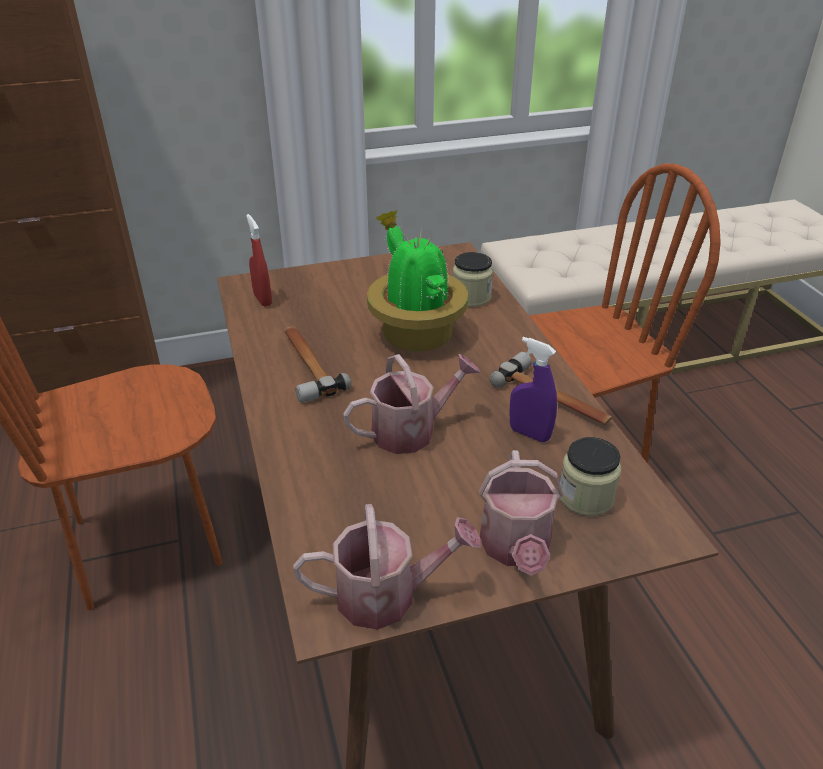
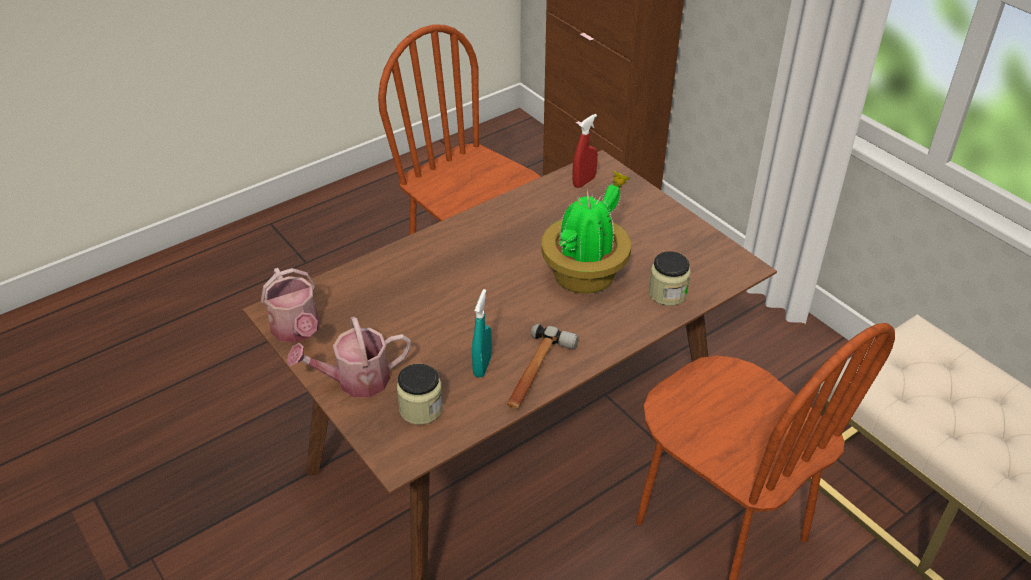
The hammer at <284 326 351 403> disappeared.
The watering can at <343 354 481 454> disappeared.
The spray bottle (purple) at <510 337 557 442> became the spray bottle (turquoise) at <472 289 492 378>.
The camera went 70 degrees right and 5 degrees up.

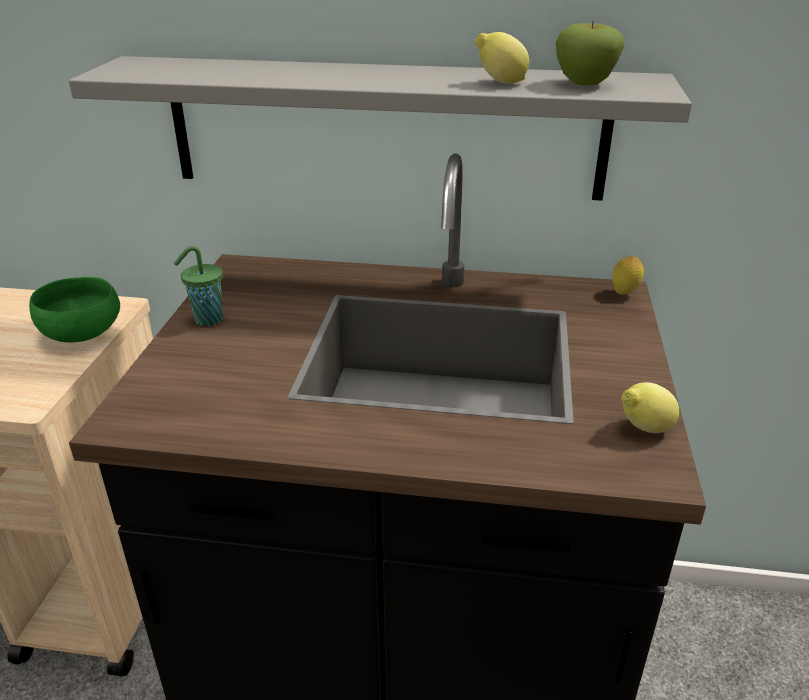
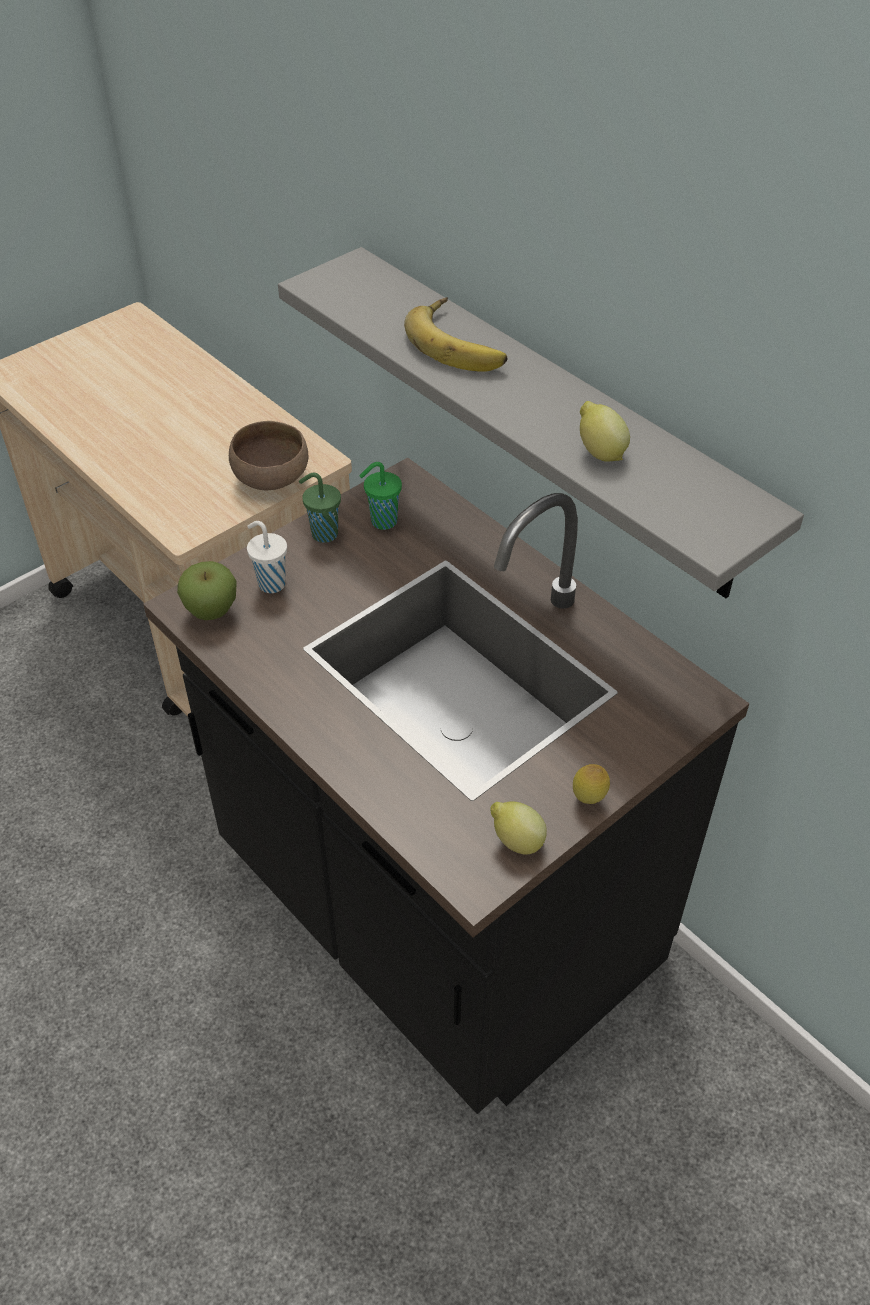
The bowl (green) at <29 277 120 342> became the bowl (brown) at <229 421 308 491>.
The apple moved from <555 20 625 86> to <177 561 237 620>.
The lemon moved from <612 255 644 295> to <573 764 610 804>.
The cup (white) at <247 521 287 593> appeared.
The cup (green) at <359 462 402 530> appeared.
The banana at <404 297 507 372> appeared.
The camera went 40 degrees right and 15 degrees up.

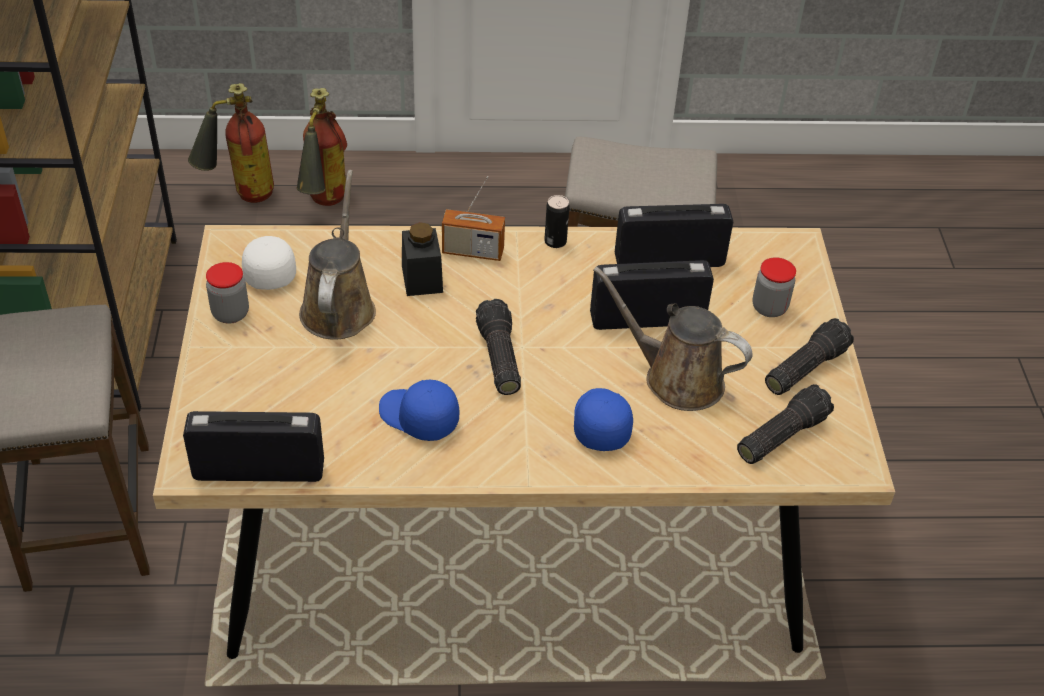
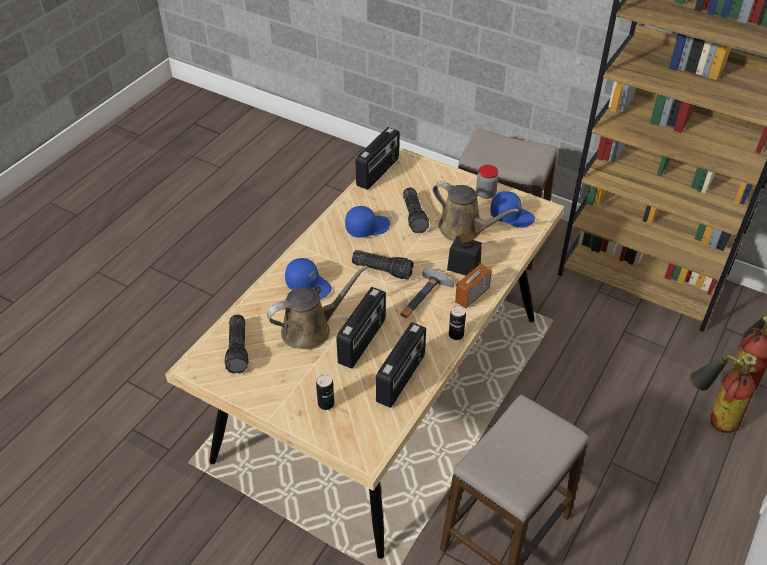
The cap (white) at <242 236 296 290> became the cap (blue) at <490 191 535 228>.
The jar at <752 257 796 317> was replaced by the can at <316 374 334 410>.
The flashlight moved from <765 318 854 395> to <403 187 429 233>.
The hammer at <400 267 454 318> appeared.
The camera went 125 degrees right and 0 degrees up.

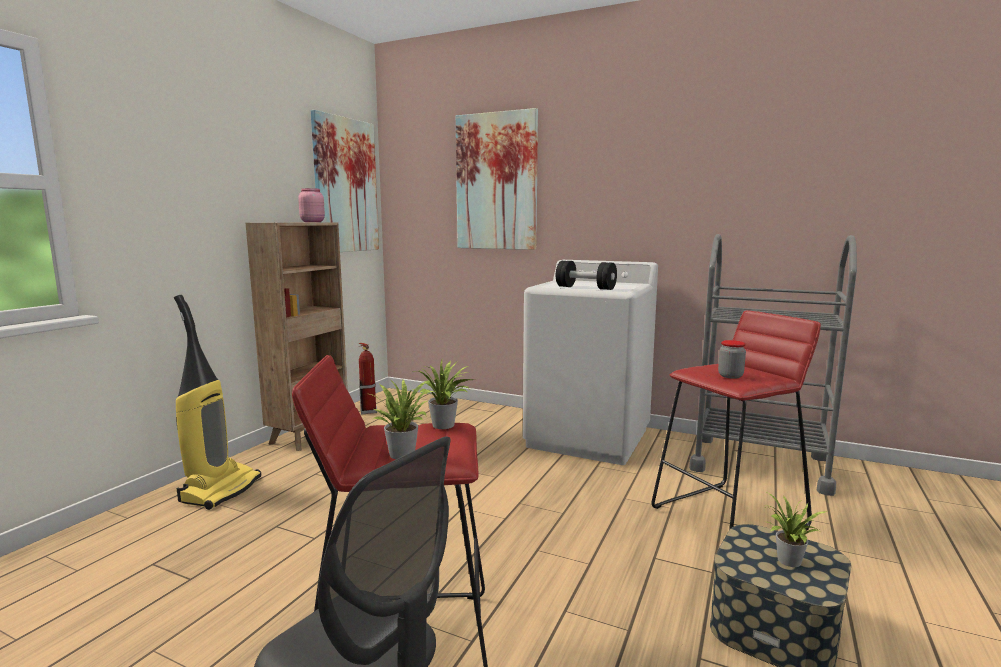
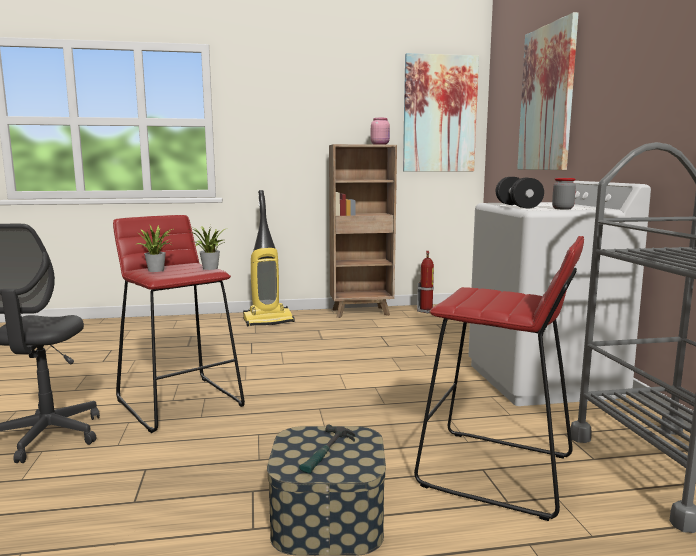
The jar moved from <718 340 746 379> to <552 178 576 209>.
The potted plant at <763 492 826 567> was replaced by the hammer at <299 424 355 473>.
The camera went 55 degrees right and 0 degrees up.

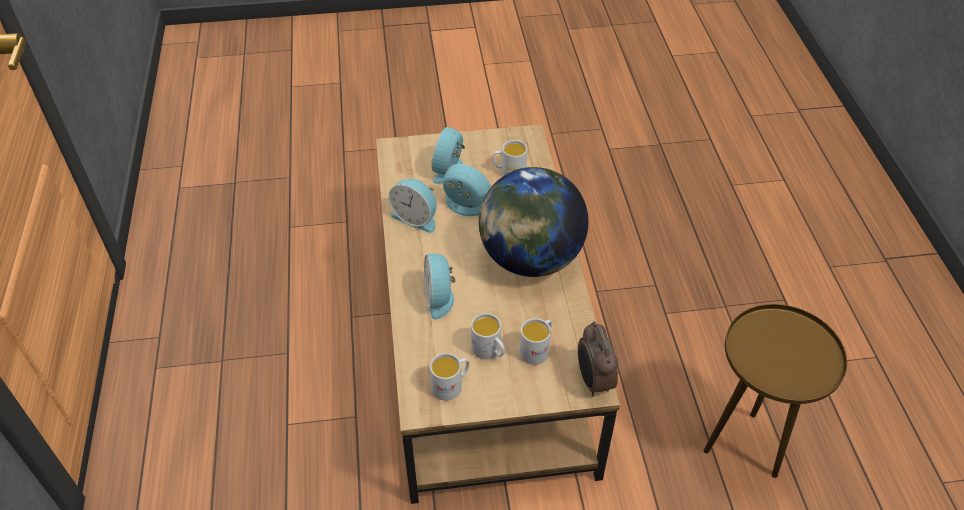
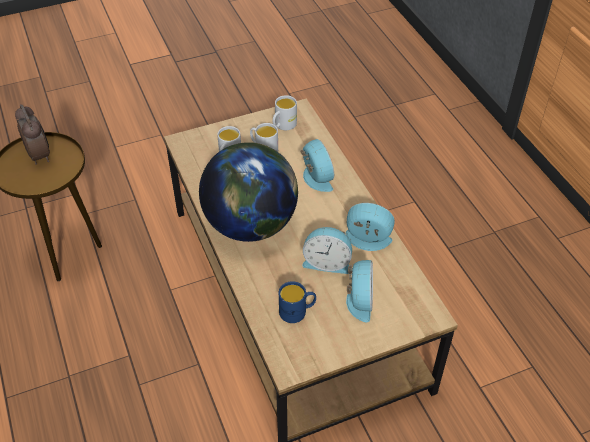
The mug (white) at <492 140 527 176> became the mug (blue) at <279 281 316 323>.
The alarm clock moved from <578 321 618 397> to <15 104 50 165>.
The camera went 165 degrees right and 0 degrees up.

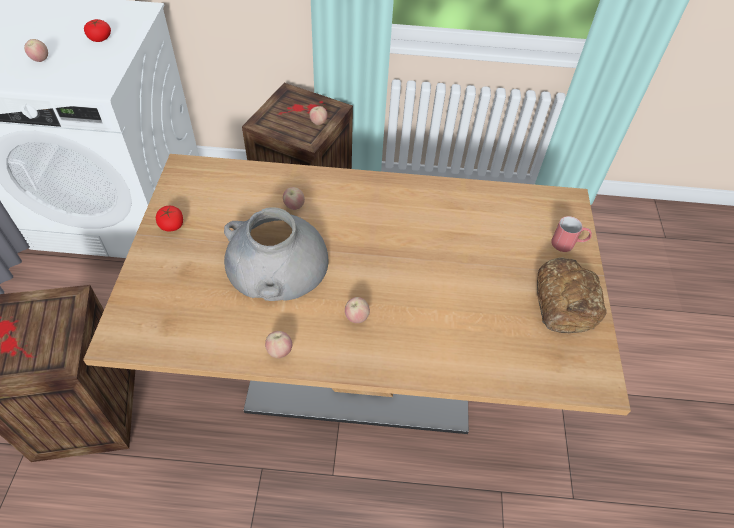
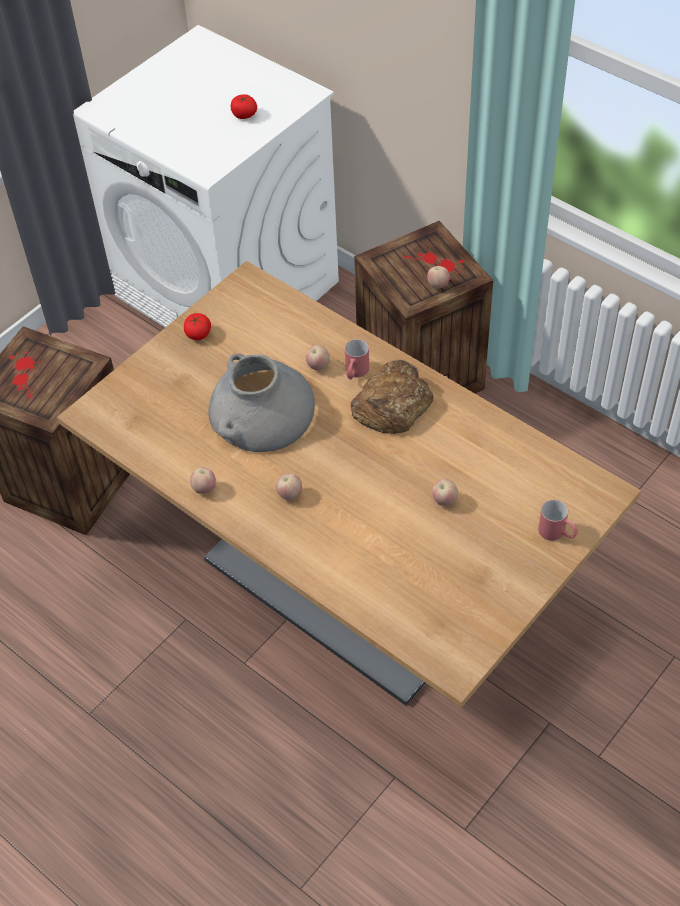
The apple moved from <24 39 48 62> to <432 479 458 506>.
The bread moved from <537 257 607 333> to <351 360 433 434>.
The mug (red) at <345 339 369 379> appeared.
The camera went 40 degrees right and 0 degrees up.

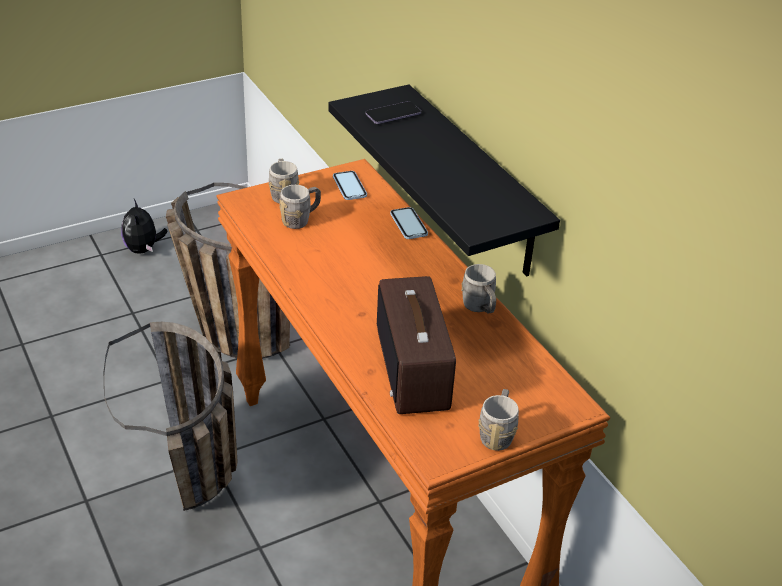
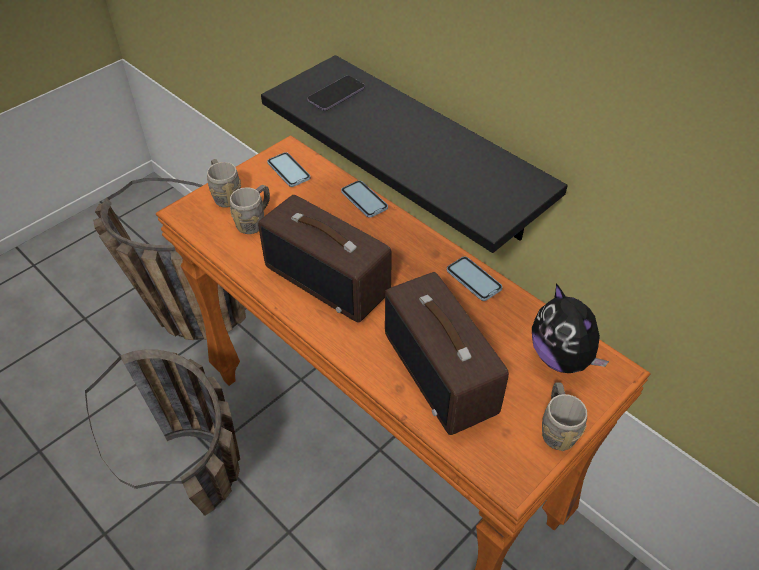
The plush toy moved from <121 199 167 254> to <532 283 609 373>.
The mug (grey) at <461 264 496 313> was replaced by the phone at <447 256 502 301>.
The radio at <258 195 392 323> appeared.
The camera went 15 degrees left and 10 degrees up.

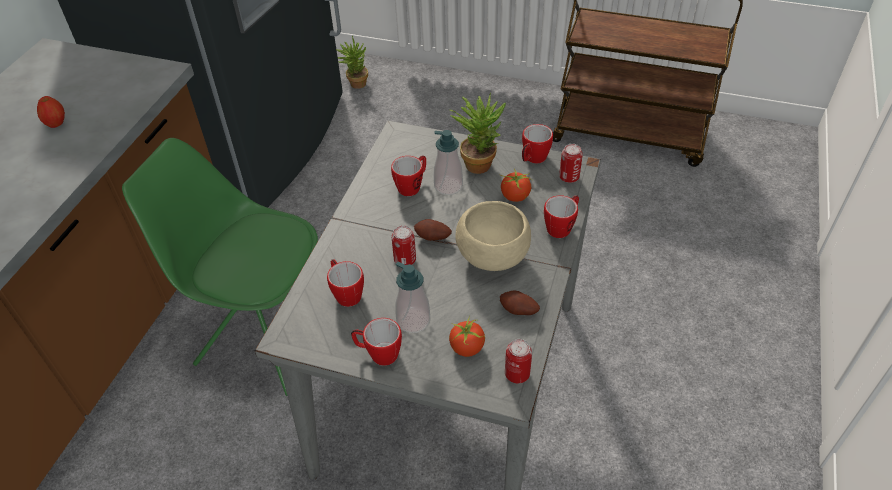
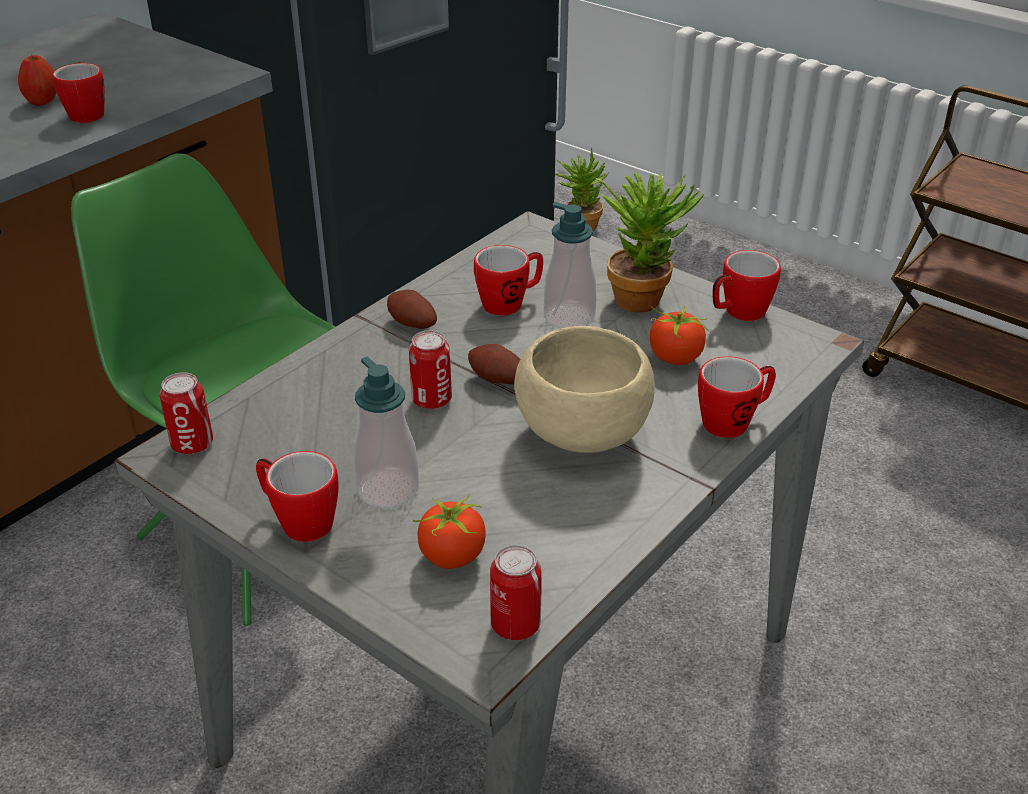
The mug moved from <327 259 364 307> to <52 62 105 123>.
The potato moved from <500 291 540 315> to <387 290 437 329>.
The can moved from <559 144 583 183> to <160 372 213 454>.
The camera went 20 degrees right and 10 degrees down.

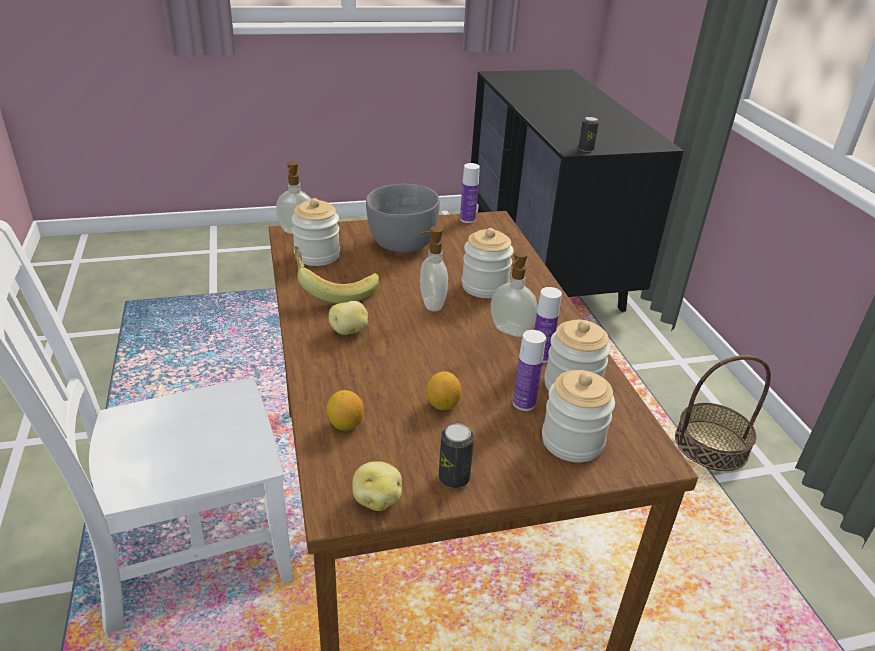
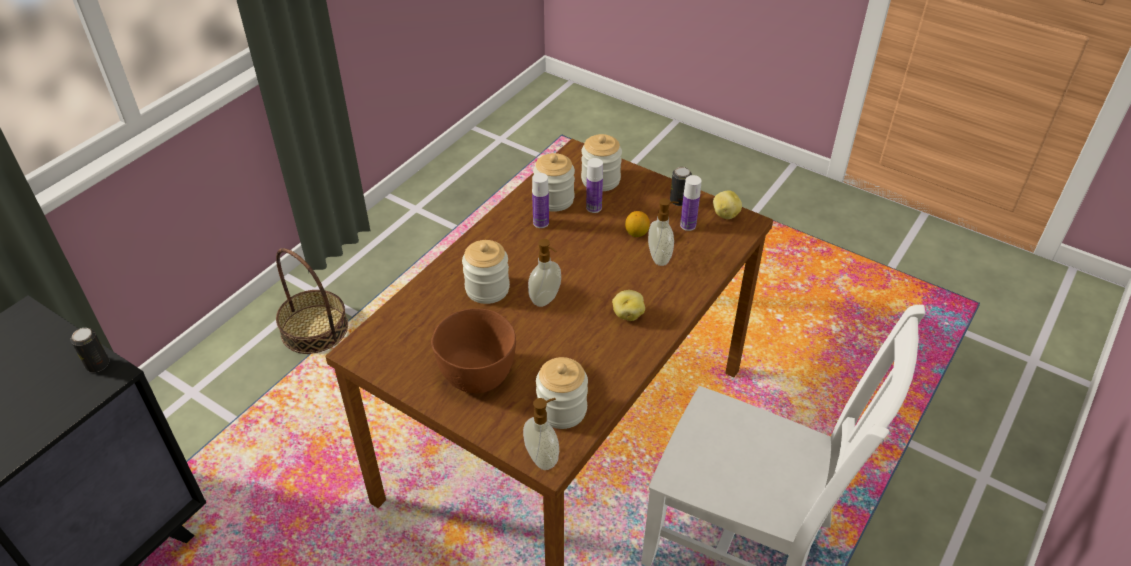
The banana at <294 246 379 303> disappeared.
The lemon at <327 390 364 430> disappeared.
The bowl (grey) at <366 184 440 253> became the bowl (brown) at <431 308 516 393>.
The bottle moved from <460 163 480 223> to <680 175 702 231>.
The soap dispenser moved from <491 251 538 337> to <648 198 679 266>.
The camera went 130 degrees left and 10 degrees up.

